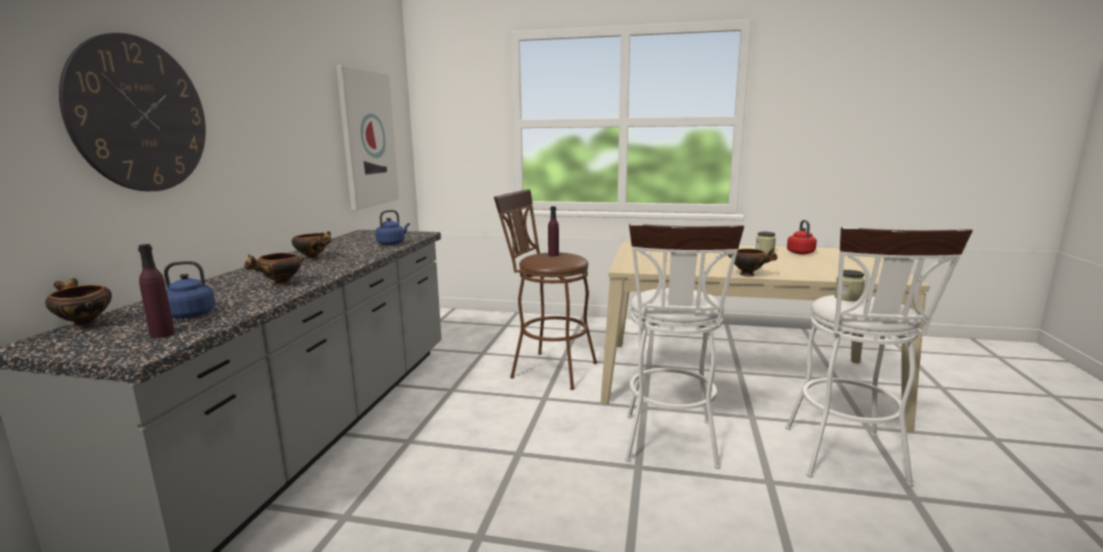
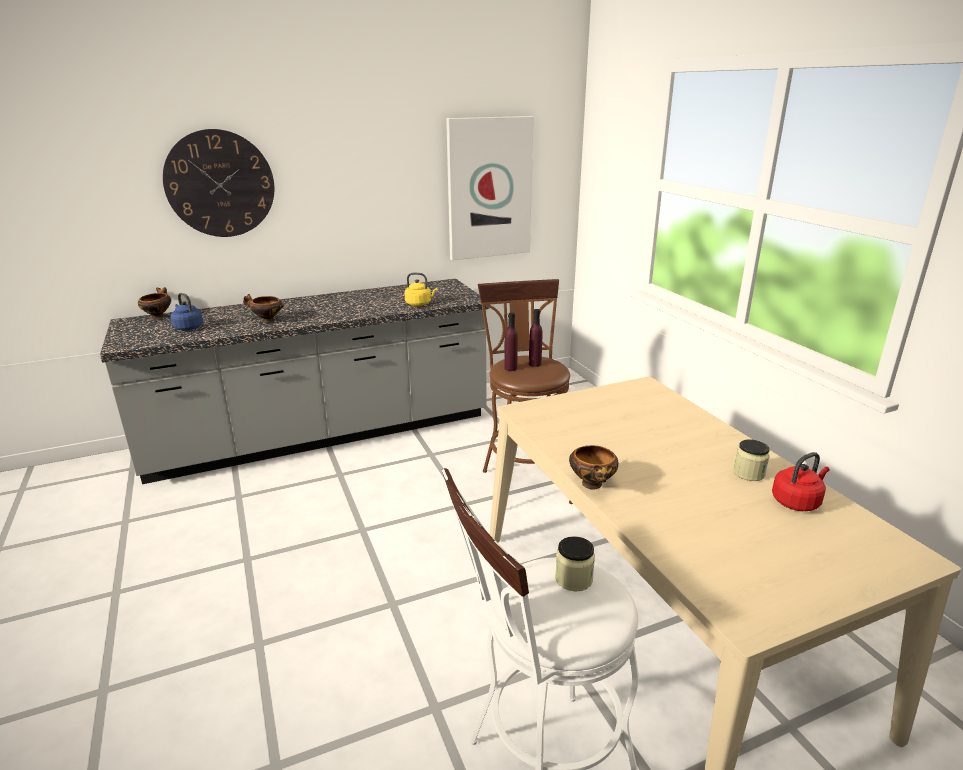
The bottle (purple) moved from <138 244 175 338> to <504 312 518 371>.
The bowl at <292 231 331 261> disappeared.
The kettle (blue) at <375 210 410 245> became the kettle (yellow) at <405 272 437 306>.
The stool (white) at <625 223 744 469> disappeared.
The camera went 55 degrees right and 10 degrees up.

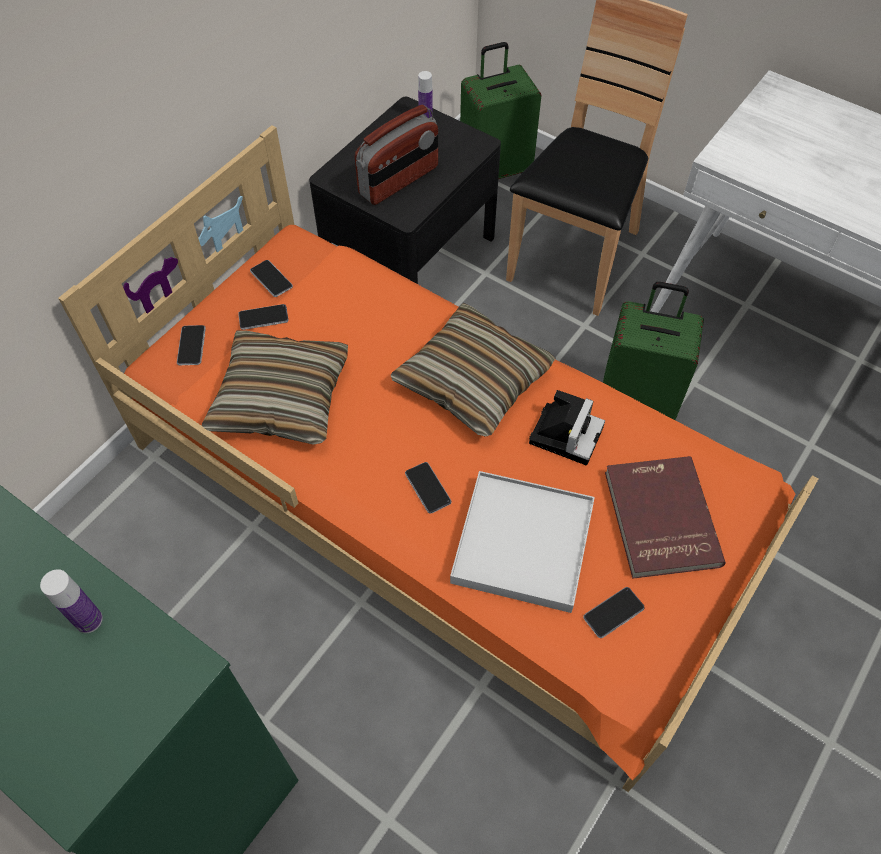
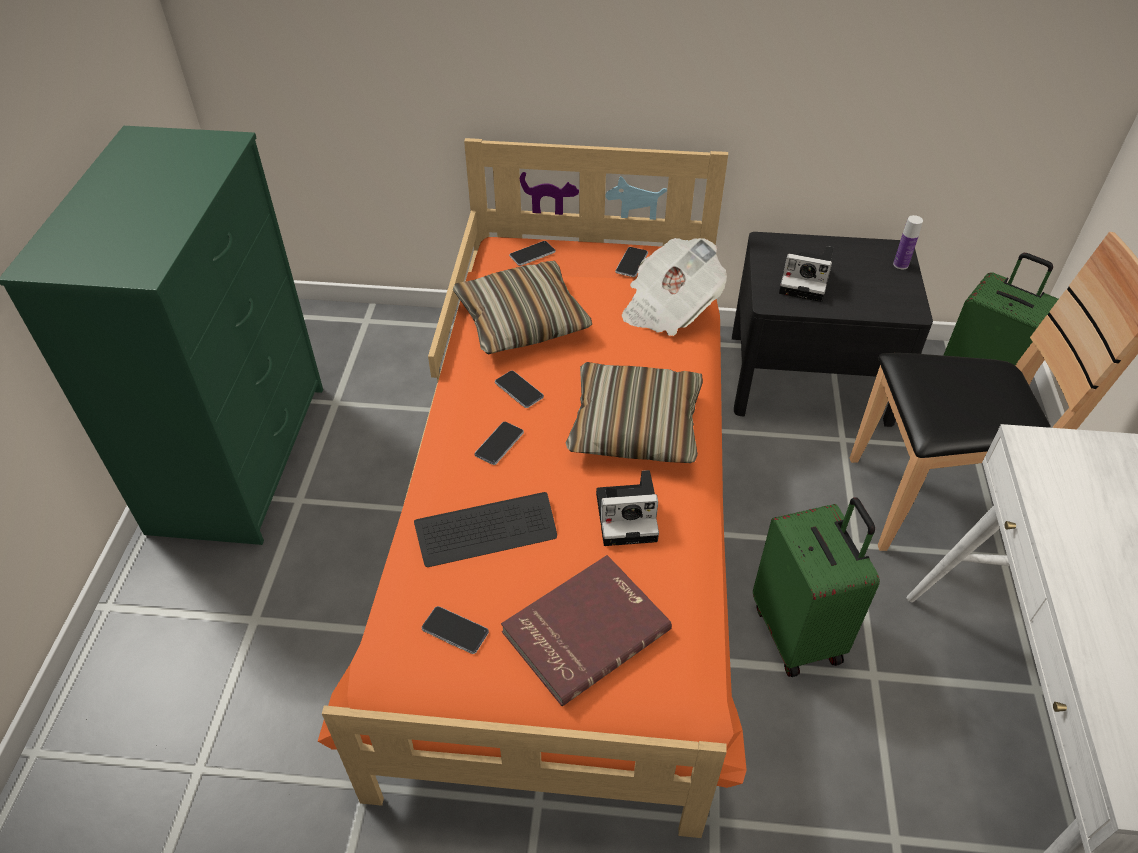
The bottle at <40 569 103 633> disappeared.
The phone moved from <238 304 289 330> to <495 371 544 408>.
The radio at <355 105 438 205> was replaced by the photo camera at <779 246 833 302>.
The tray (white) at <450 471 595 613> was replaced by the keyboard at <414 492 557 567>.
The newspaper at <622 238 727 336> appeared.
The camera went 60 degrees right and 10 degrees down.

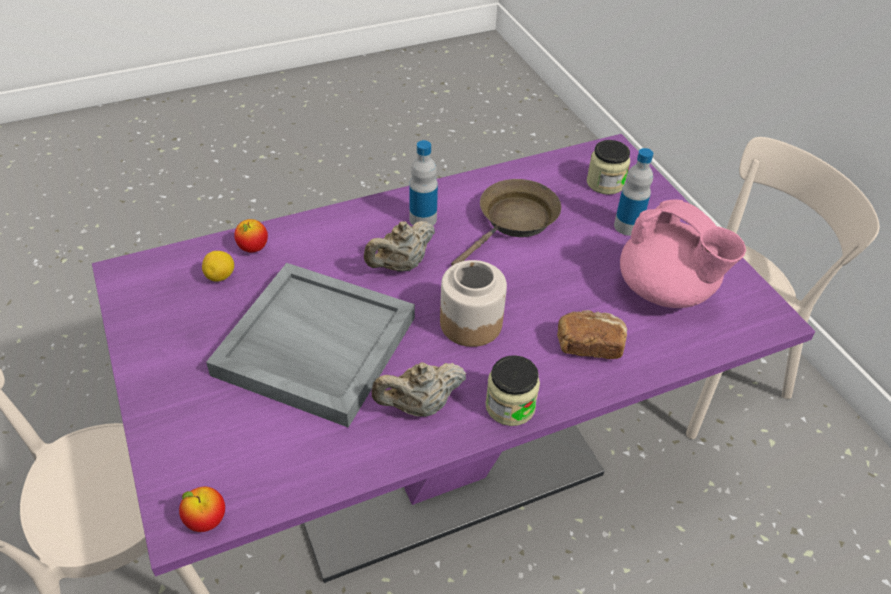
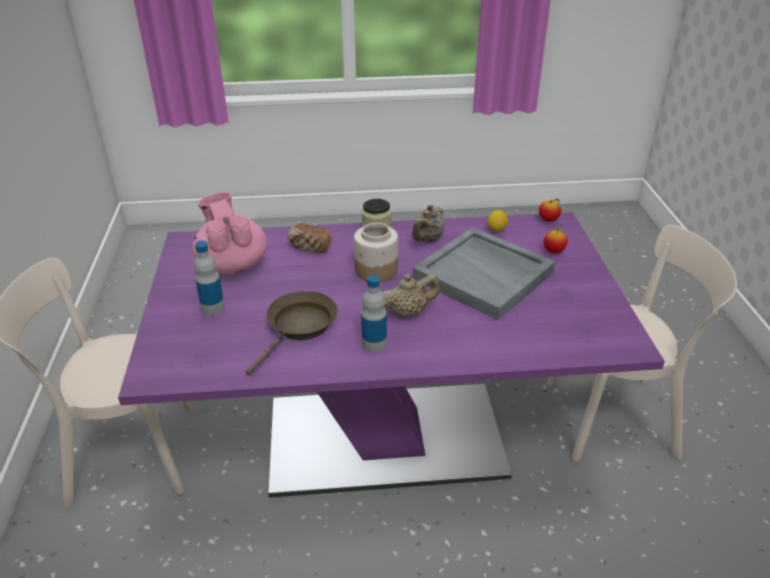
The lemon moved from <202 251 234 282> to <488 210 508 232>.
The apple moved from <234 219 268 253> to <544 226 568 254>.
The teapot (beige) at <372 362 466 417> turned 120 degrees clockwise.
The frying pan (brown) at <451 179 561 265> turned 150 degrees clockwise.
The jar at <587 140 630 195> disappeared.
The camera went 160 degrees left and 10 degrees down.

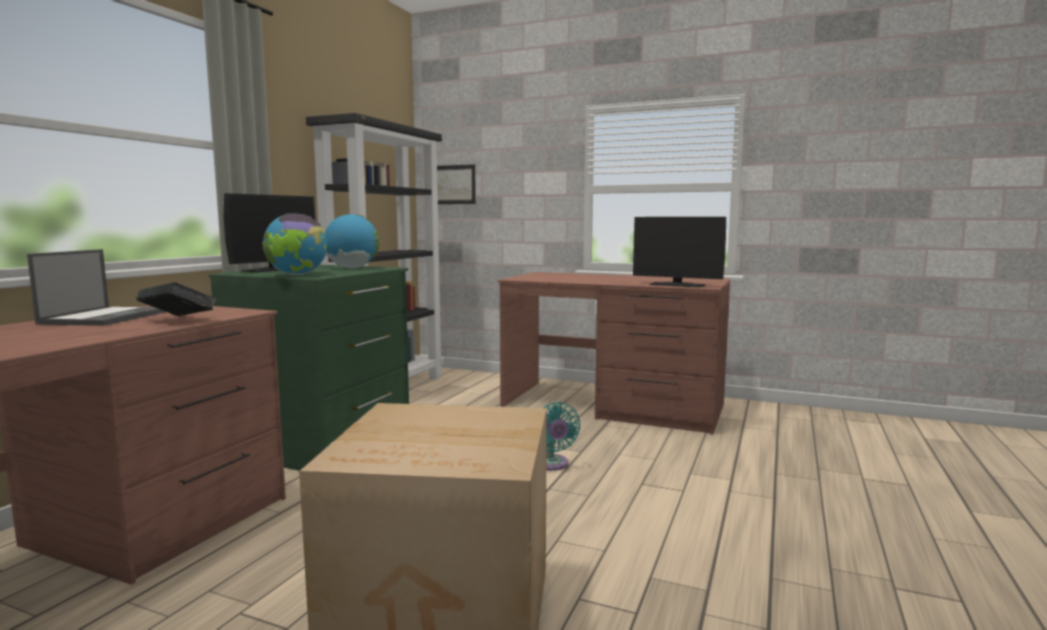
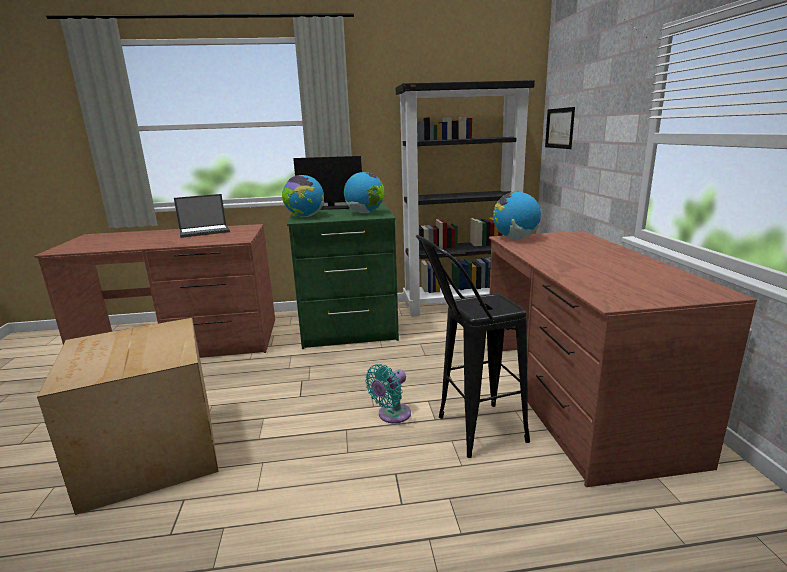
The book at <136 282 216 317> disappeared.
The monitor at <633 217 726 287> disappeared.
The stool (black) at <416 235 530 458> appeared.
The globe at <493 191 541 239> appeared.
The camera went 60 degrees right and 10 degrees up.

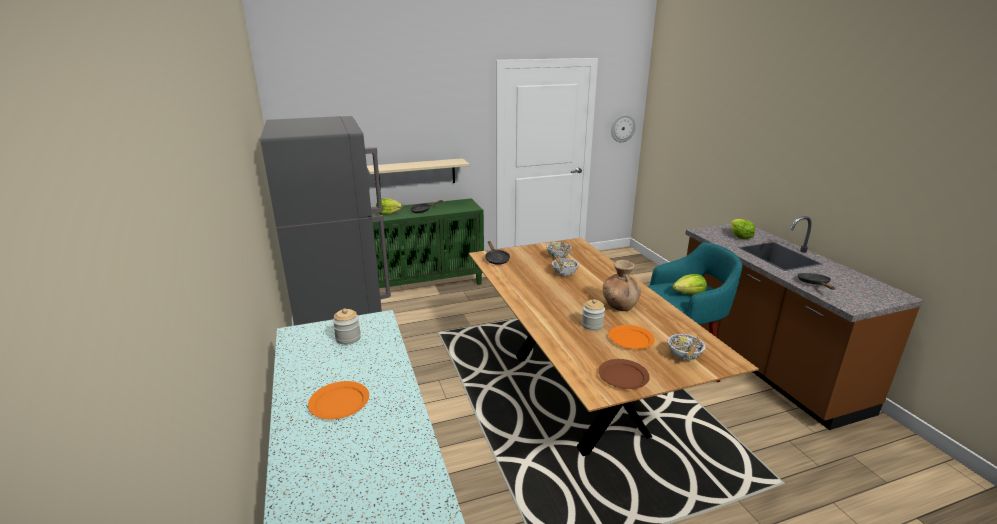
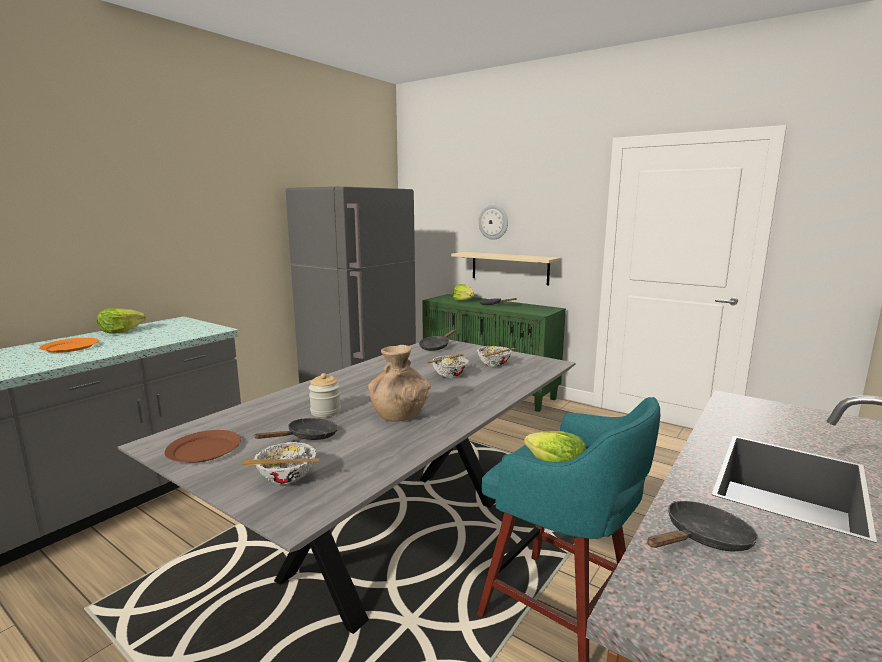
The jar at <333 309 361 345> disappeared.
The dining table (brown) at <469 238 759 456> became the dining table (grey) at <117 340 576 634>.
The plate (orange) at <609 325 655 349> was replaced by the frying pan (black) at <254 418 338 440>.
The wall clock moved from <611 114 636 142> to <478 205 508 240>.
The lettuce moved from <731 219 755 239> to <97 308 145 334>.
The camera went 55 degrees right and 10 degrees down.

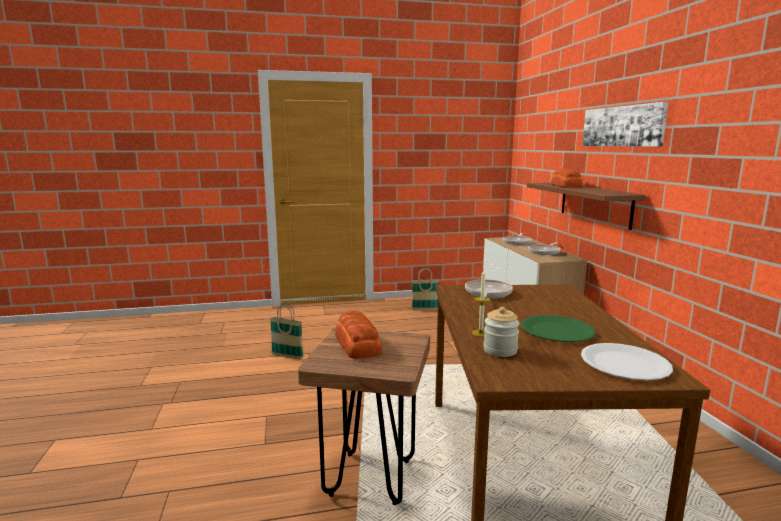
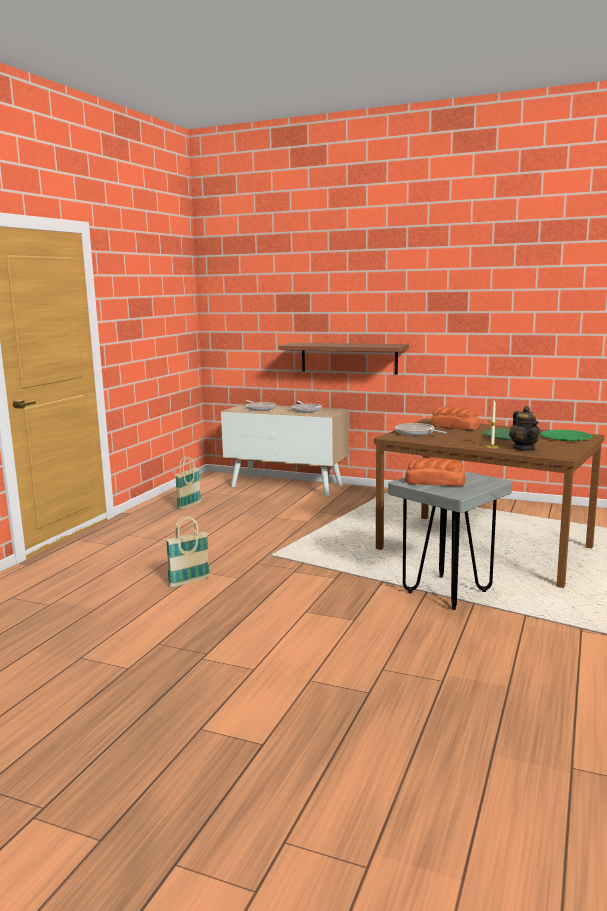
The stool (brown) at <298 328 430 505> became the stool (grey) at <388 471 512 610>.
The jar at <483 307 520 357> was replaced by the teapot at <509 406 541 451>.
The bread moved from <551 168 583 188> to <430 407 480 430>.
The plate (white) at <581 343 673 380> became the plate (green) at <541 430 592 441>.
The picture at <582 102 668 147> disappeared.
The camera went 55 degrees left and 0 degrees up.

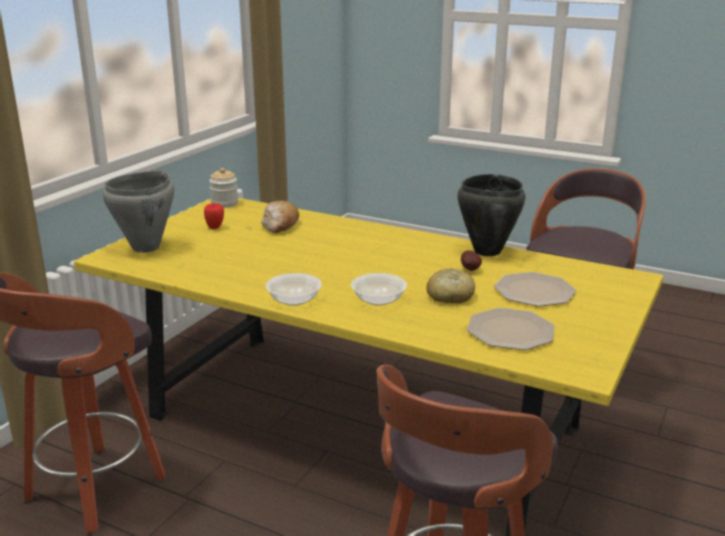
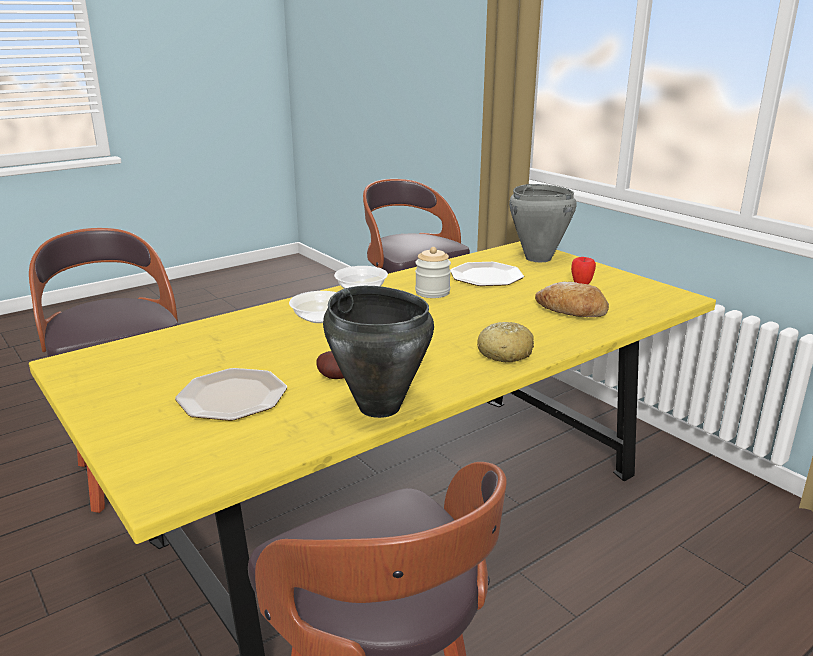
The jar moved from <209 168 238 208> to <415 247 451 298>.
The bread moved from <426 268 475 304> to <477 322 534 362>.
The plate moved from <467 308 555 350> to <451 262 524 286>.
The camera went 115 degrees right and 0 degrees up.

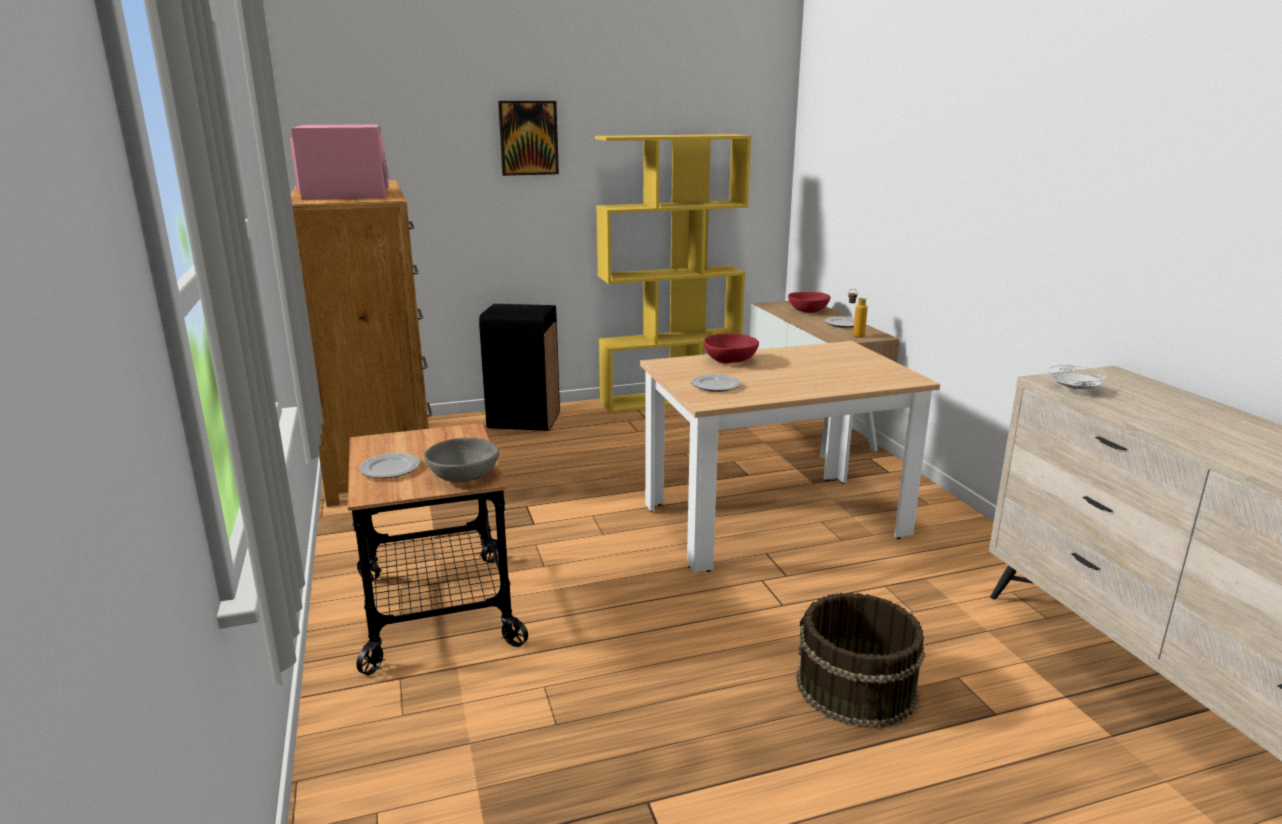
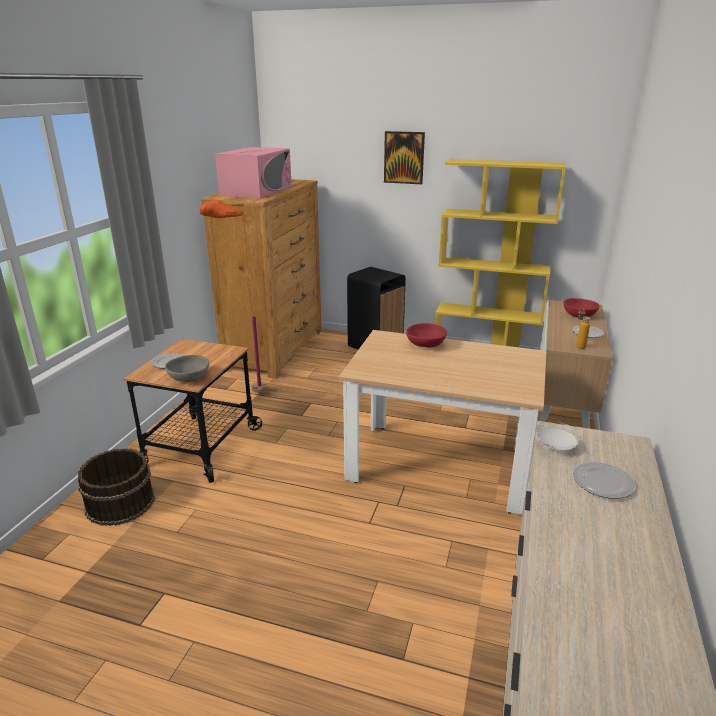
The plate moved from <691 374 741 392> to <573 462 636 499>.
The bucket (brown) moved from <796 592 925 728> to <78 448 156 526>.
The floor lamp (orange) at <199 200 268 393> appeared.
The camera went 35 degrees right and 5 degrees up.

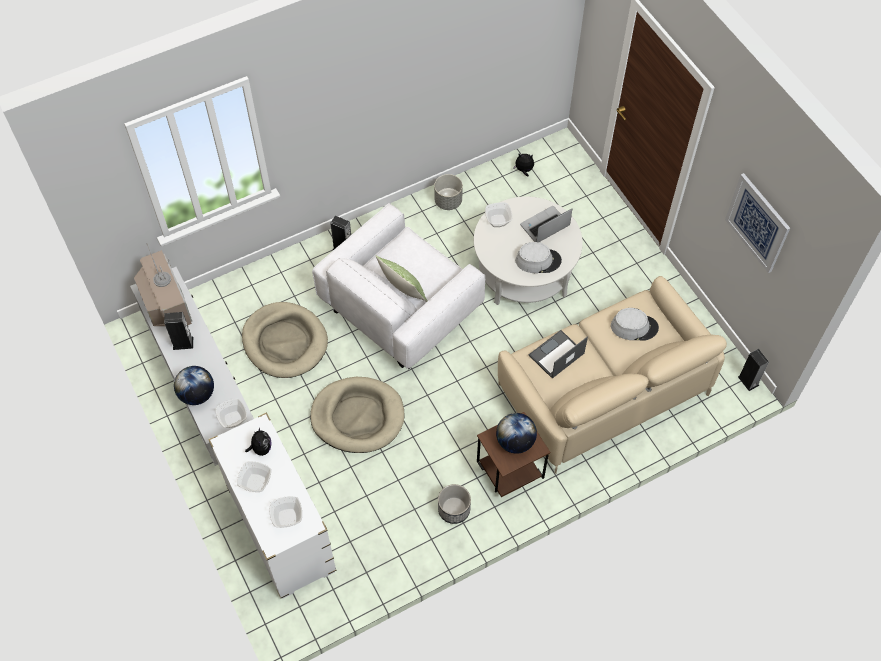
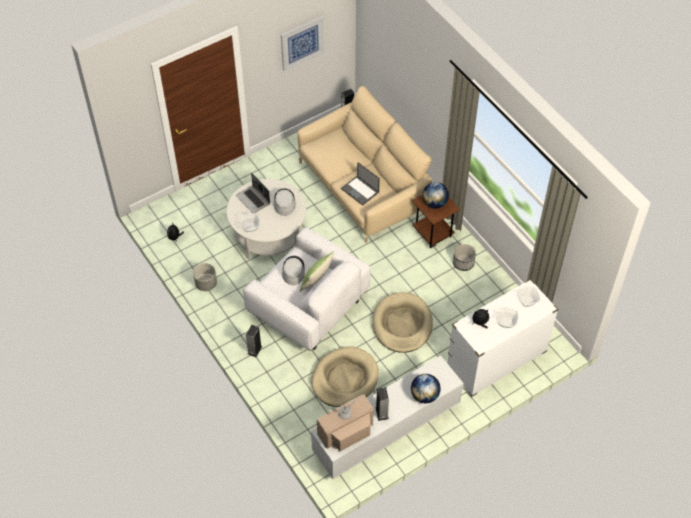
The bowl at <215 399 247 428> disappeared.
The hat (grey) moved from <611 308 659 340> to <282 256 305 285>.
The camera went 95 degrees left and 5 degrees down.

